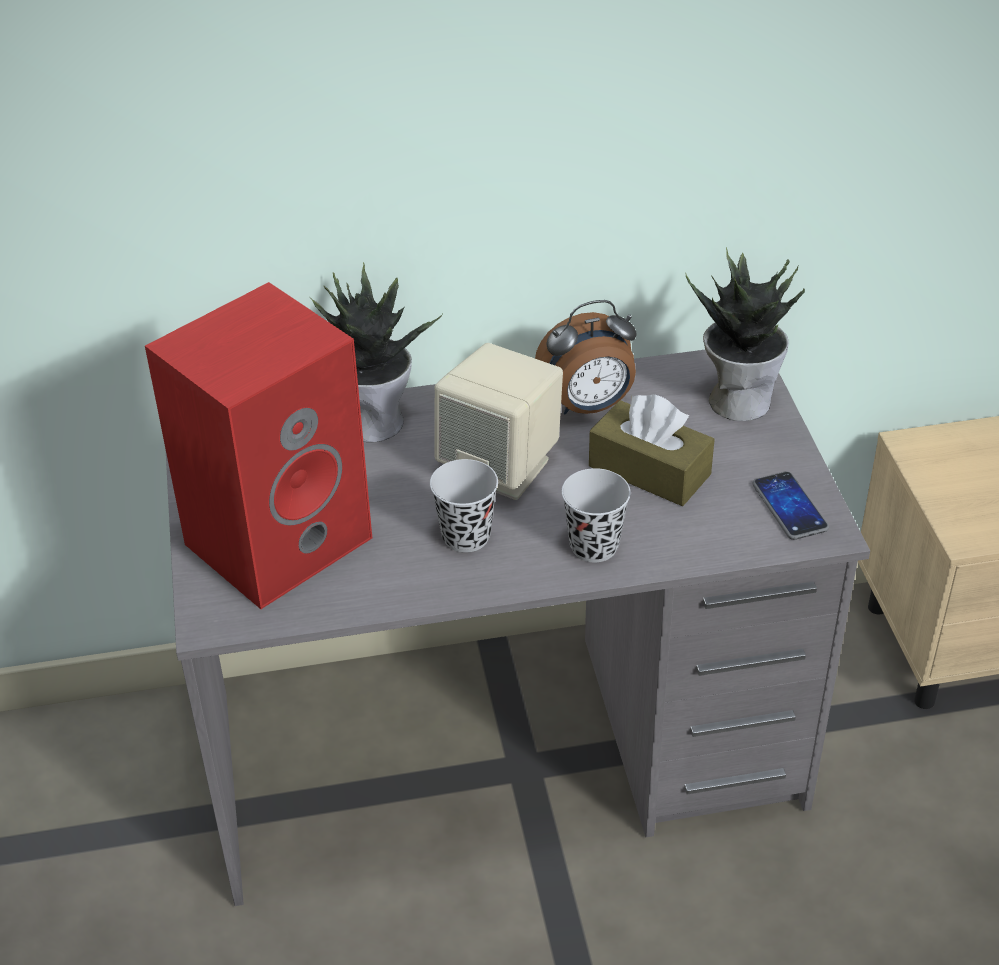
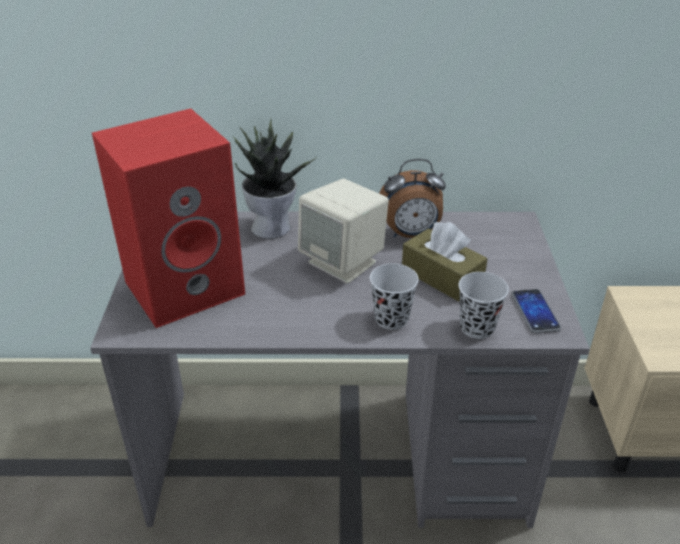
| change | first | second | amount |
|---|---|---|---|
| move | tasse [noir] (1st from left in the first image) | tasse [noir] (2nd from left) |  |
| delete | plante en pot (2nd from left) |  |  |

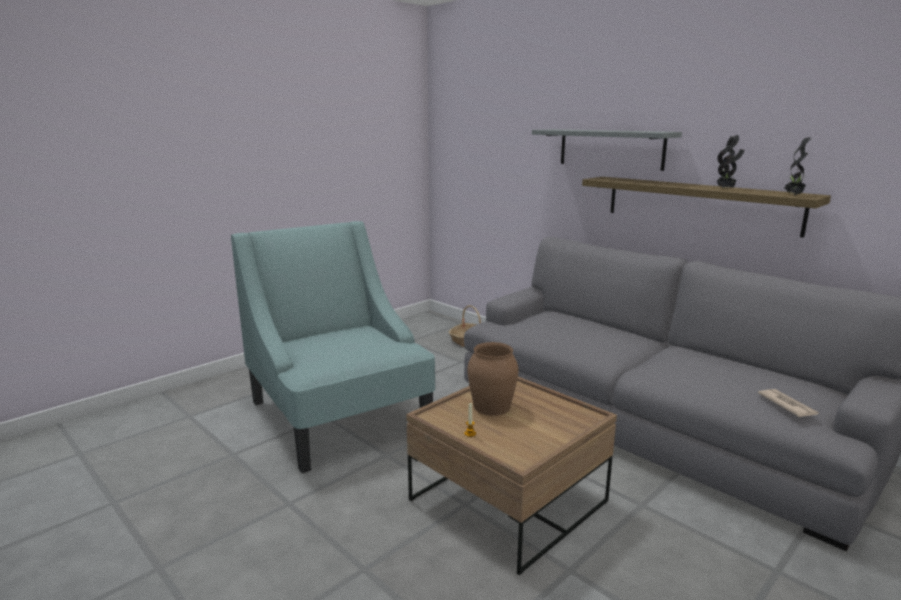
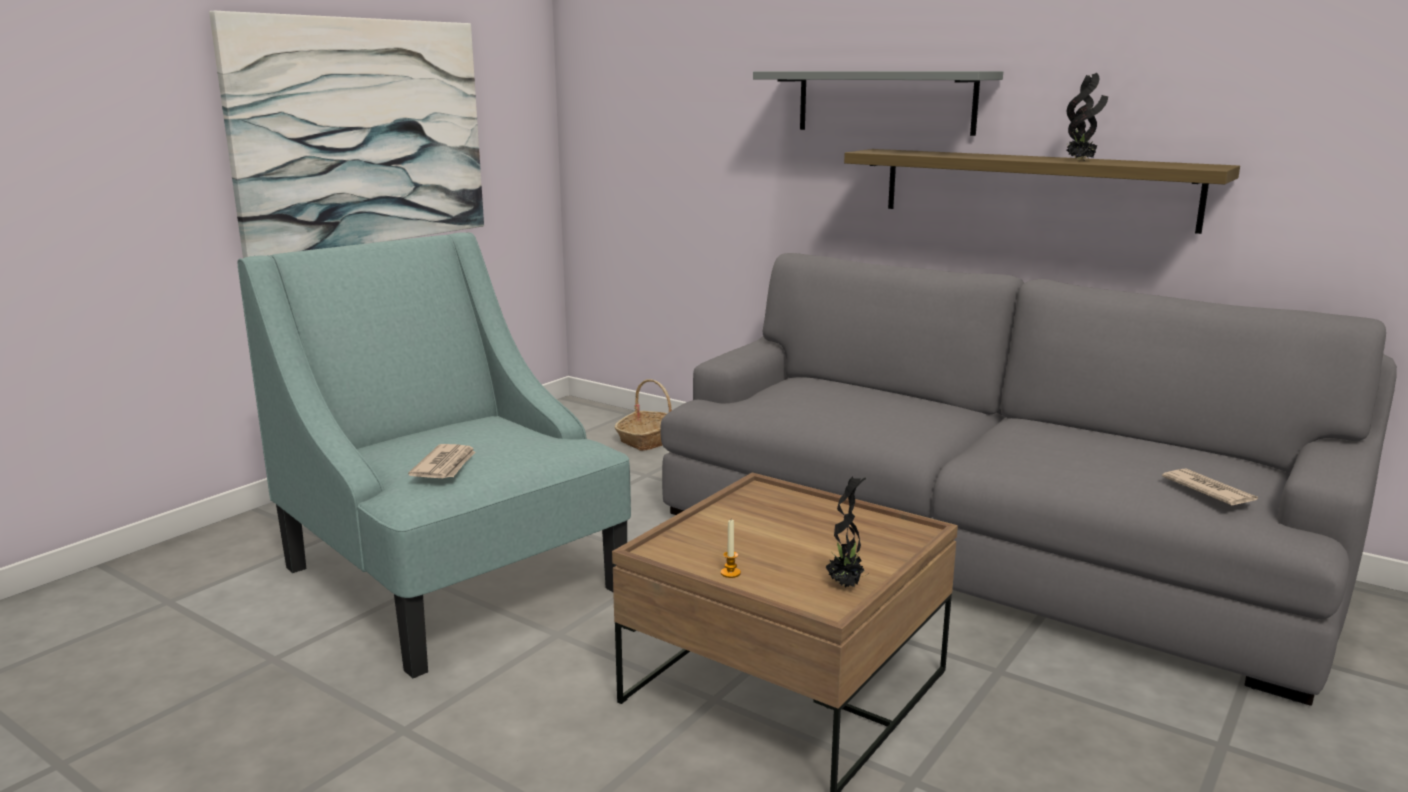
| change | first | second | amount |
|---|---|---|---|
| delete | vase [marron] |  |  |
| move | plante en pot (2nd from left in the first image) | plante en pot (1st from left) |  |
| insert |  | tableau |  |
| insert |  | journal (1st from left) |  |

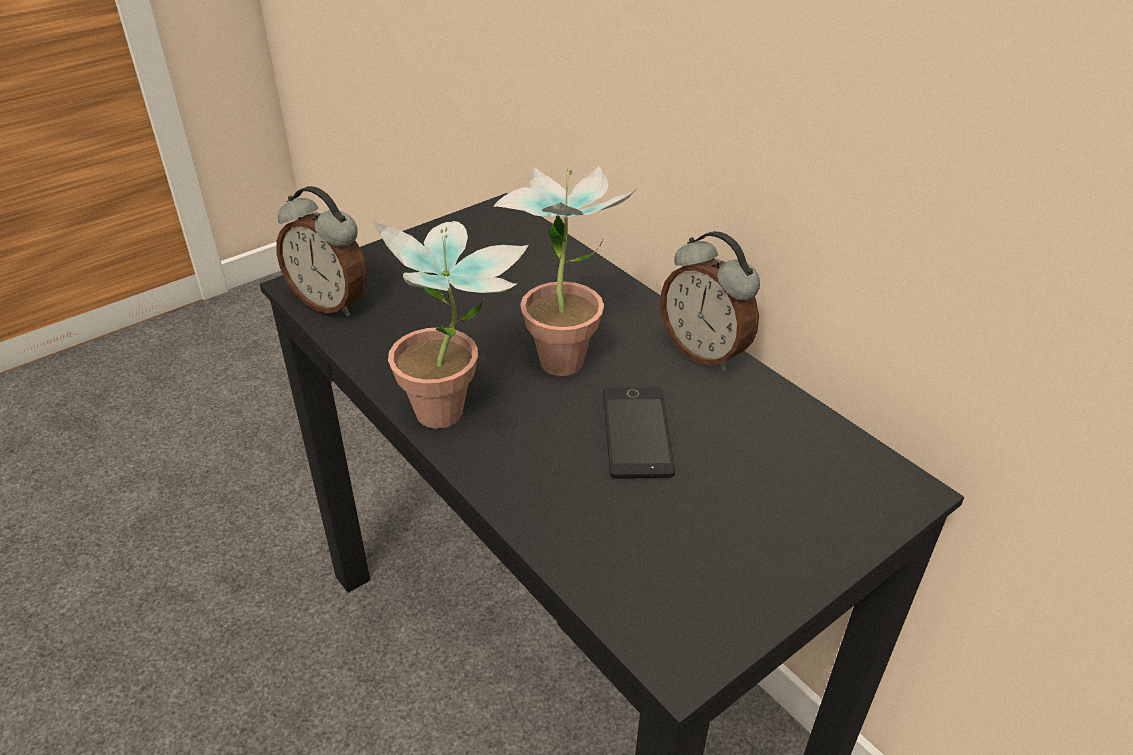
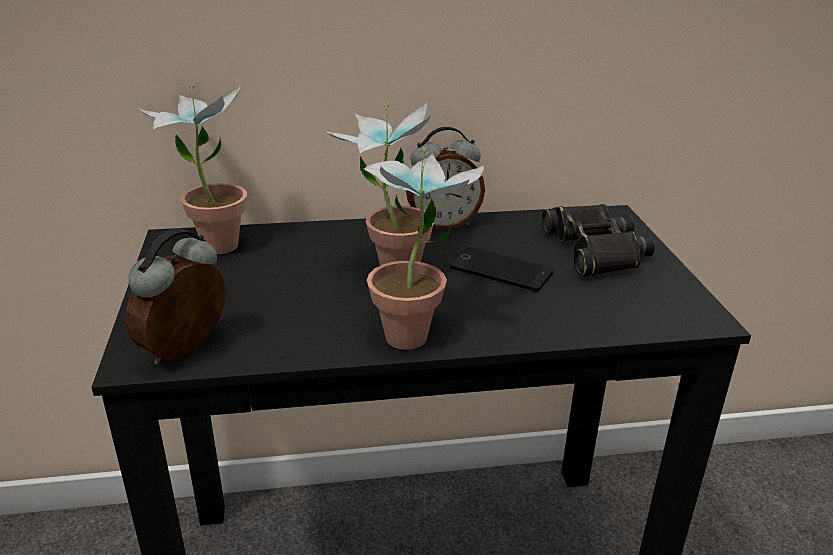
| change | first | second | amount |
|---|---|---|---|
| rotate | réveil (1st from left) |  | 150 degrees clockwise |
| insert |  | plante en pot (1st from left) |  |
| insert |  | jumelles [noir] |  |

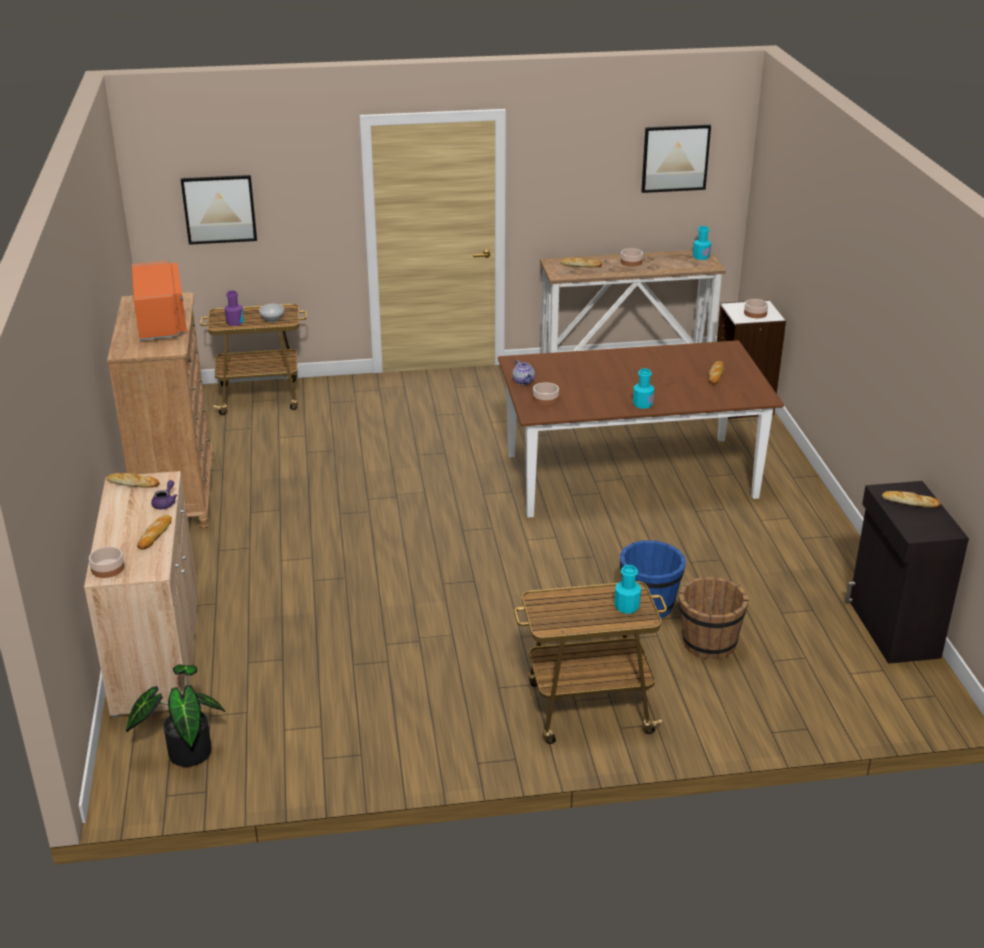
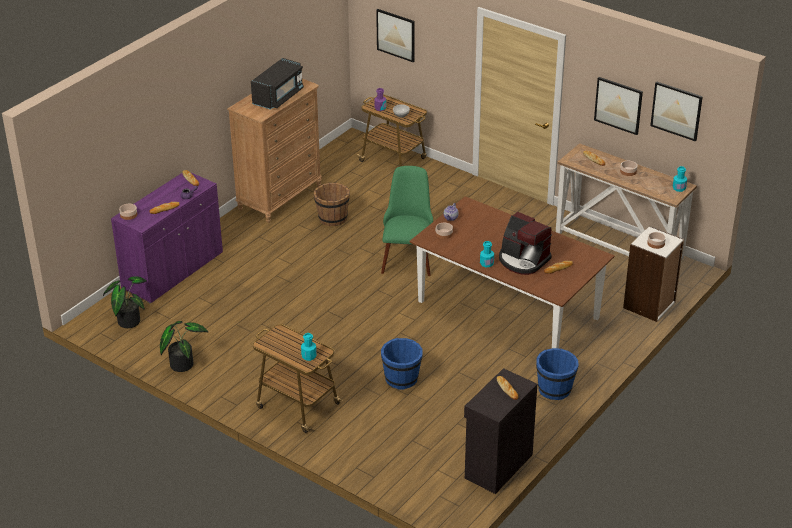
| change | first | second | amount |
|---|---|---|---|
| recolor | meuble de rangement [beige] | meuble de rangement [violet] |  |
| recolor | micro-ondes [orange] | micro-ondes [noir] |  |
| move | seau [marron] |  |  |
| insert |  | plante en pot (2nd from left) |  |
| insert |  | chaise [vert] |  |
| insert |  | machine à café |  |
| insert |  | seau [bleu] (2nd from left) |  |
| insert |  | tableau (2nd from left) |  |

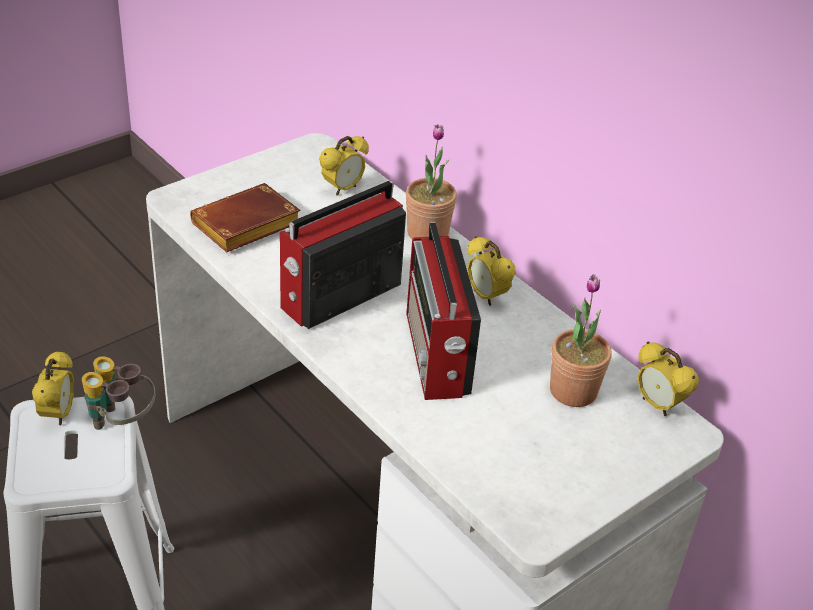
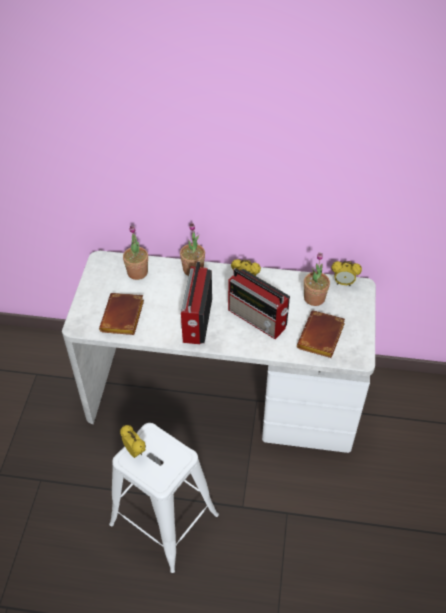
| change | first | second | amount |
|---|---|---|---|
| delete | jumelles |  |  |
| replace | réveil (2nd from left) | plante en pot (1st from left) |  |
| insert |  | livre [marron] (2nd from left) |  |

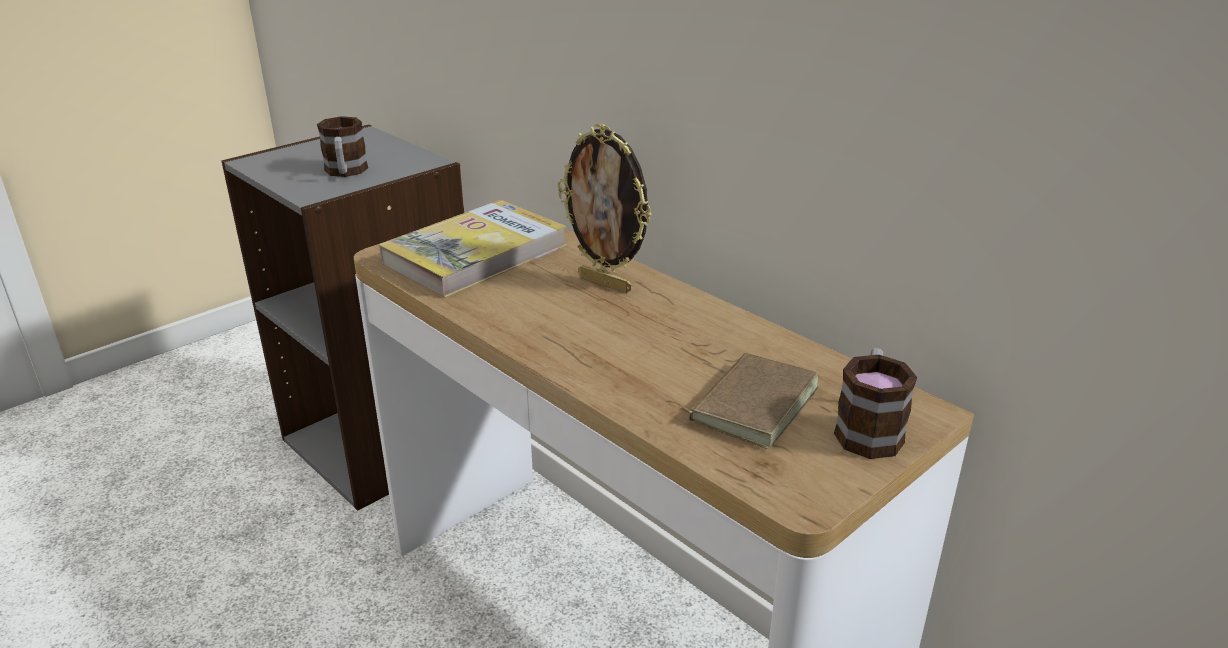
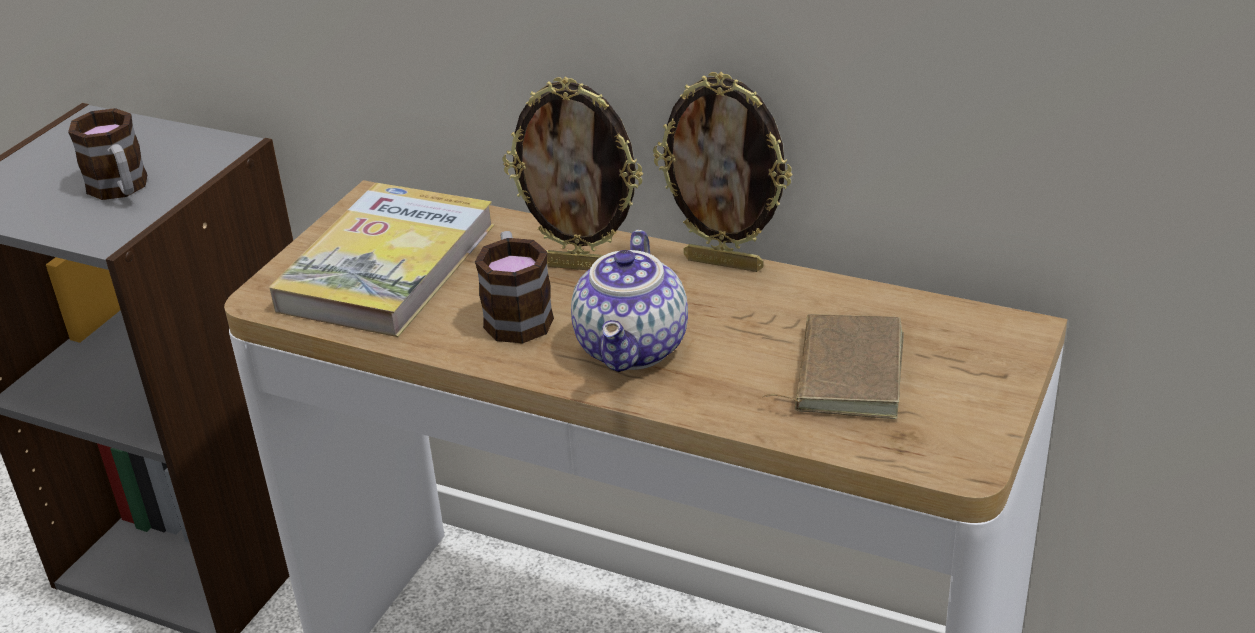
| change | first | second | amount |
|---|---|---|---|
| move | mug (2nd from left) |  |  |
| insert |  | théière |  |
| insert |  | cadre photo (2nd from left) |  |

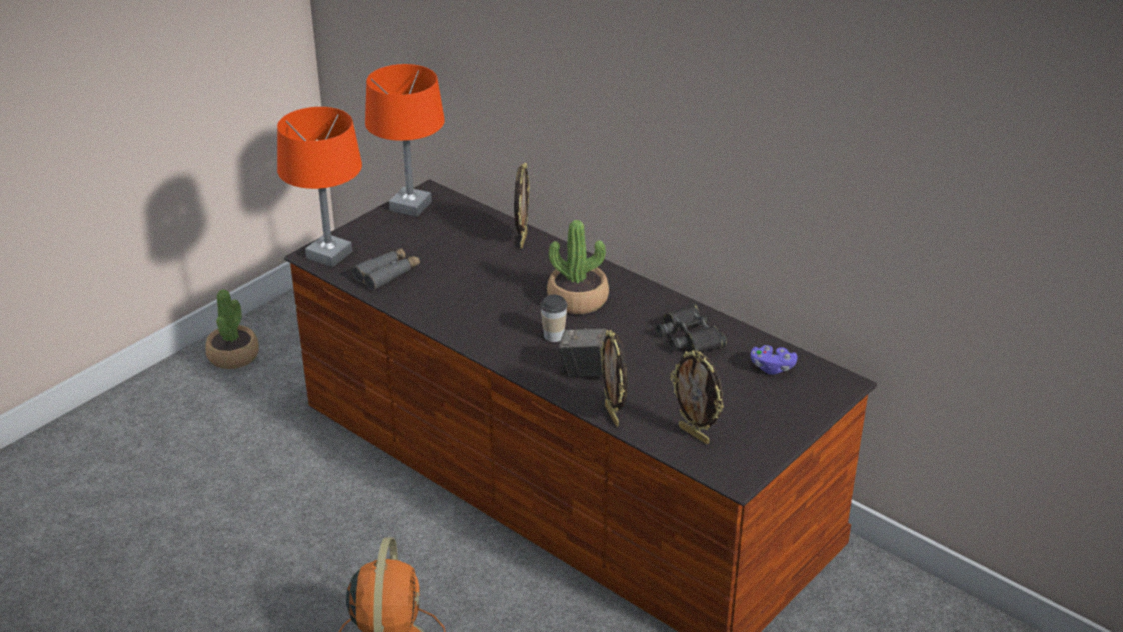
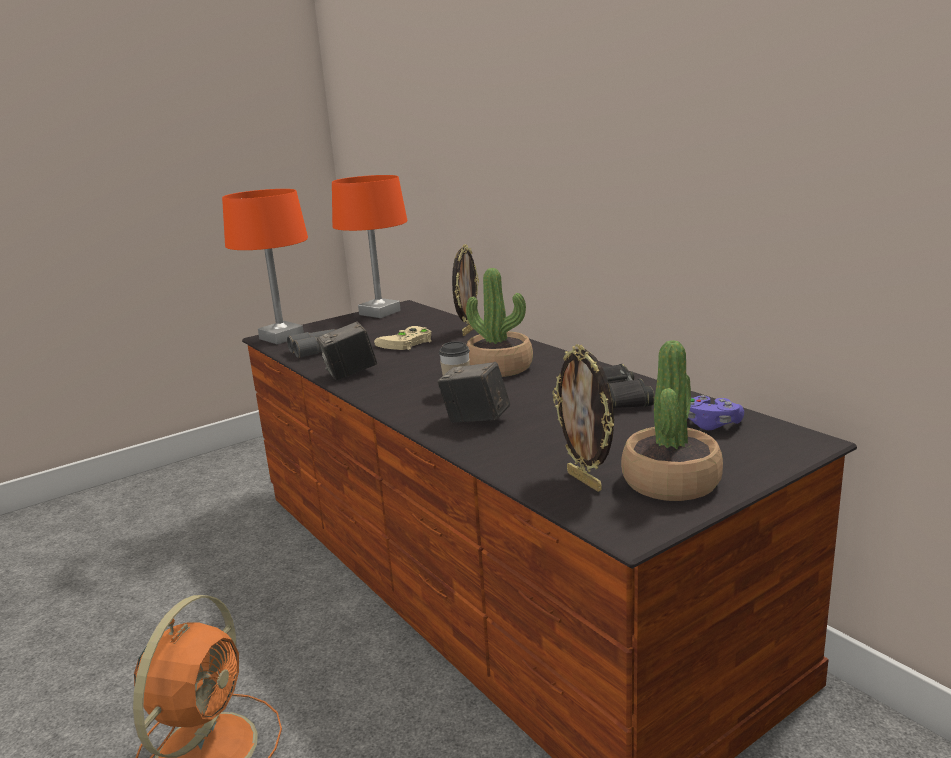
| change | first | second | amount |
|---|---|---|---|
| move | plante en pot (1st from left in the first image) | plante en pot (2nd from left) |  |
| delete | cadre photo (2nd from left) |  |  |
| insert |  | appareil photo (1st from left) |  |
| insert |  | manette [beige] |  |

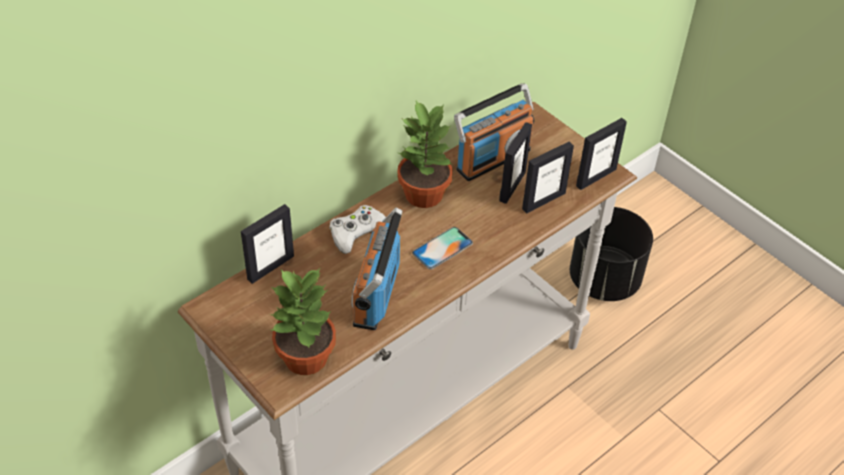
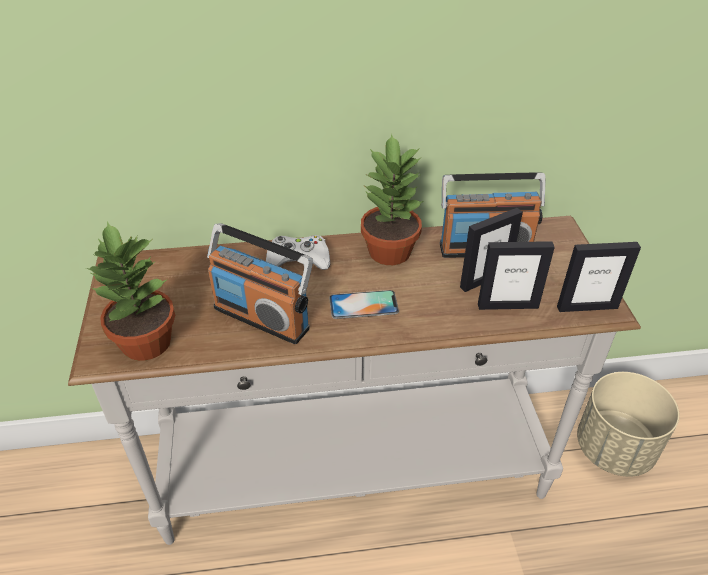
| change | first | second | amount |
|---|---|---|---|
| delete | cadre photo (1st from left) |  |  |
| rotate | radio (1st from left) |  | 105 degrees counterclockwise |
| recolor | cache-pot [noir] | cache-pot [beige] |  |

